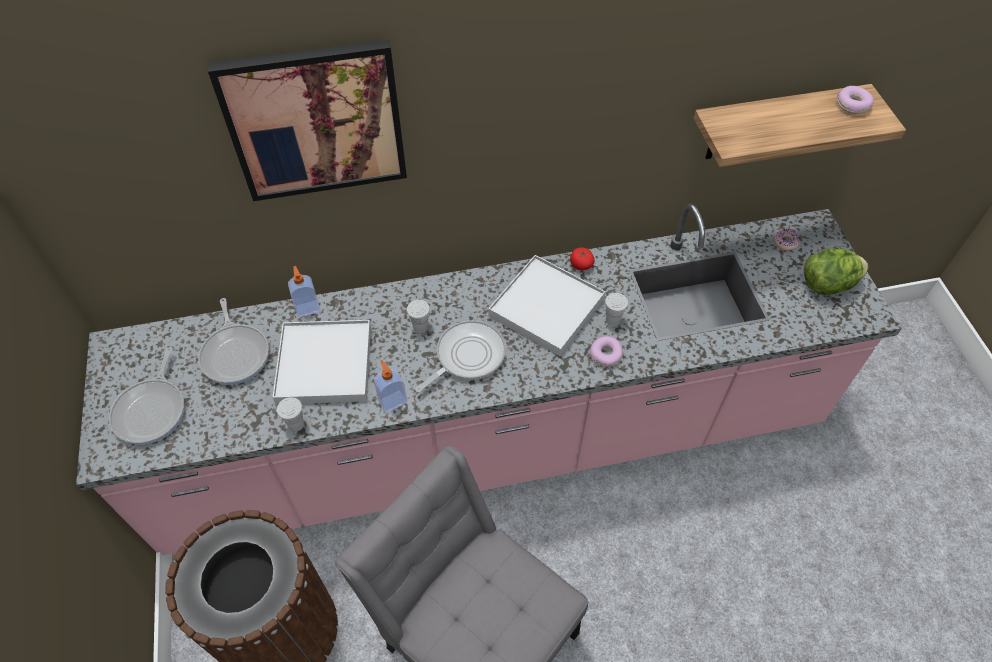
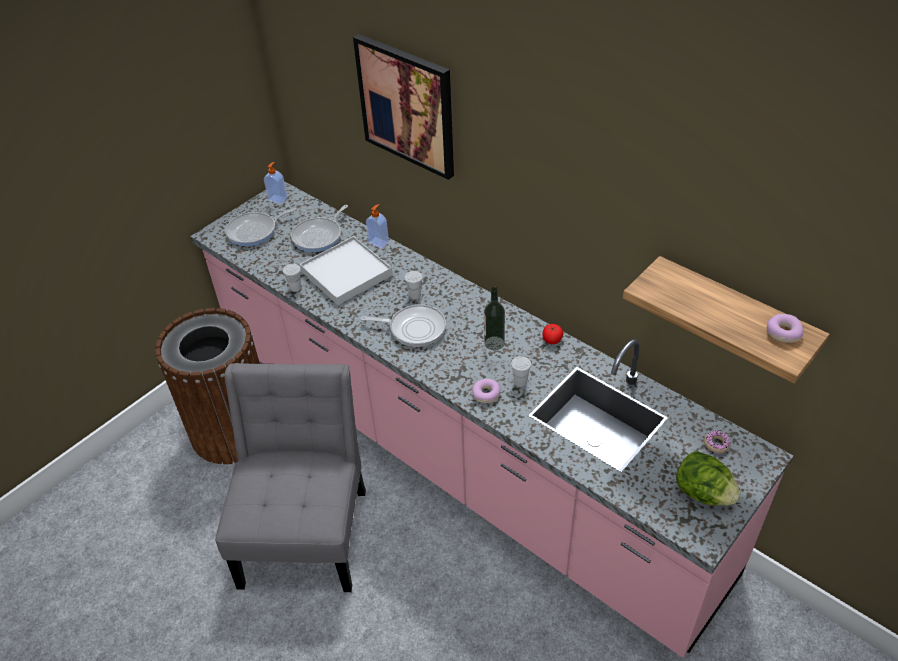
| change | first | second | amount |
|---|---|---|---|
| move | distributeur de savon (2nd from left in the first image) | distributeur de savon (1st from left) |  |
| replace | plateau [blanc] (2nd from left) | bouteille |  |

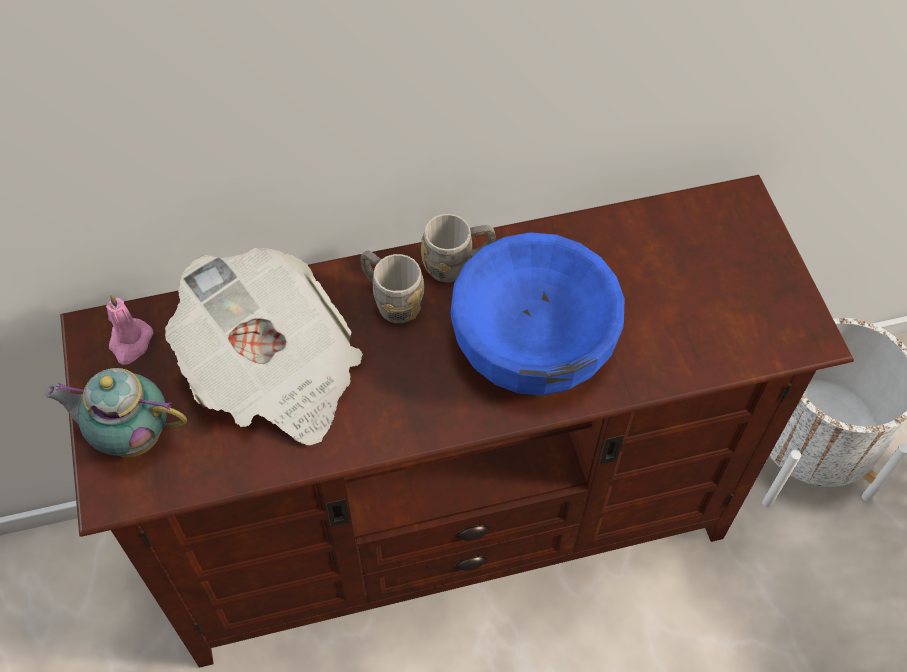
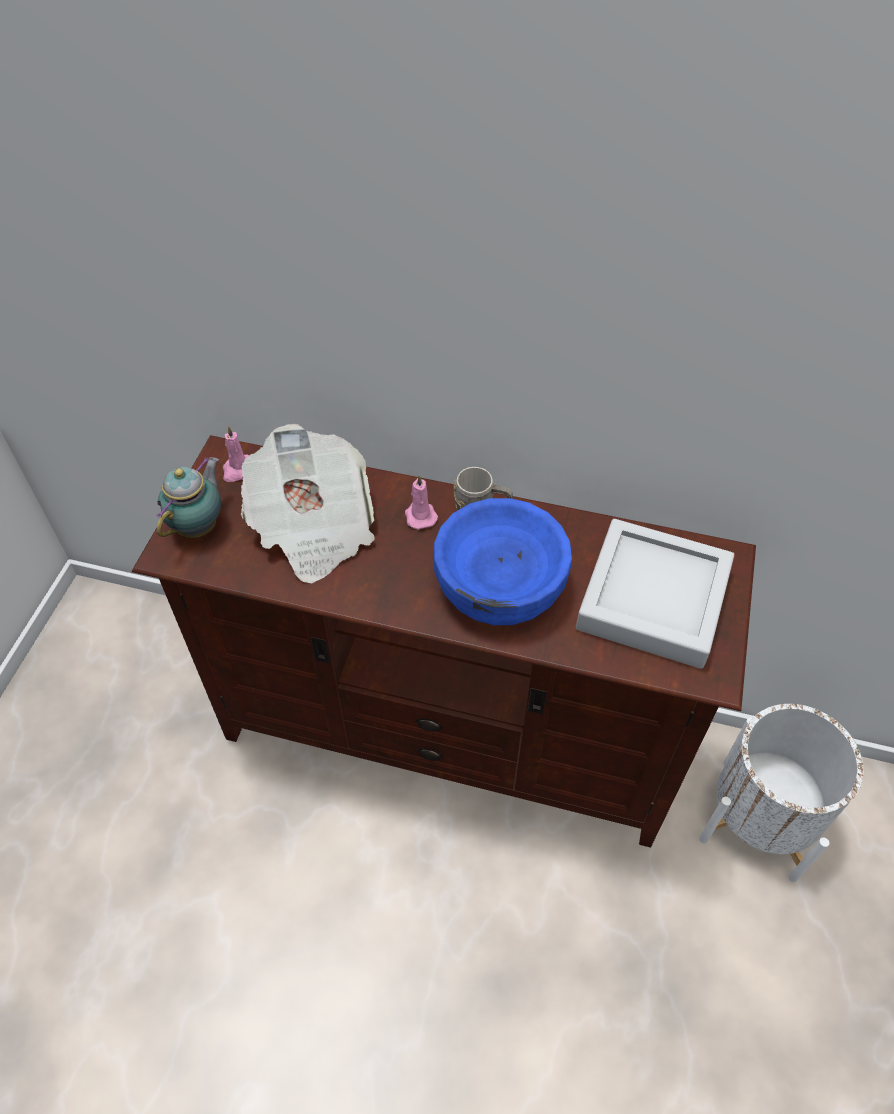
| change | first | second | amount |
|---|---|---|---|
| rotate | théière |  | 75 degrees clockwise |
| replace | mug [gris] (1st from left) | bougie [rose] (2nd from left) |  |
| insert |  | plateau [gris] |  |

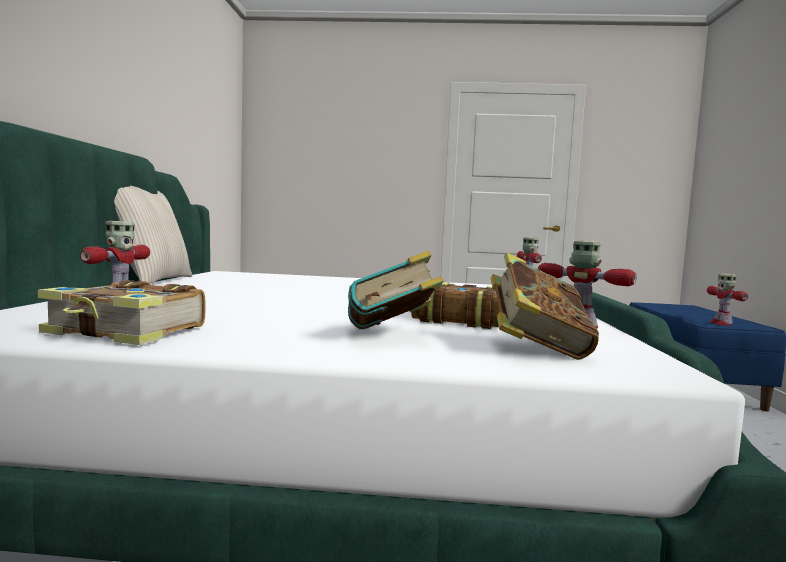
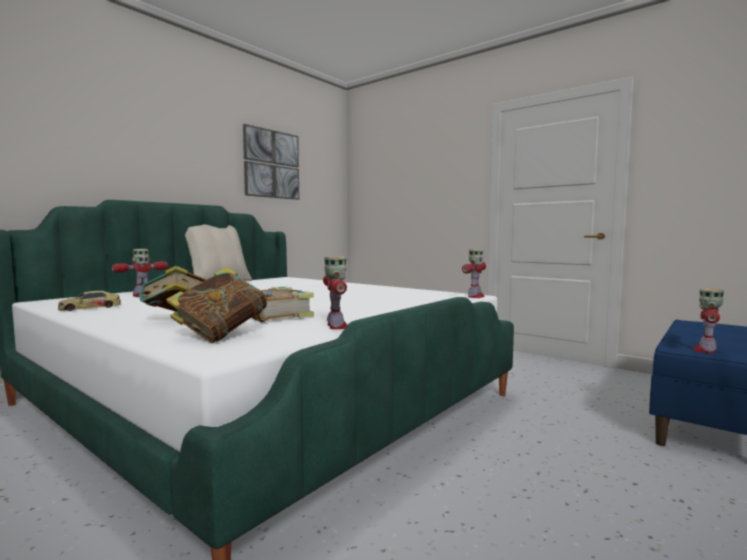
| change | first | second | amount |
|---|---|---|---|
| replace | livre (1st from left) | petite voiture |  |
| insert |  | tableau |  |

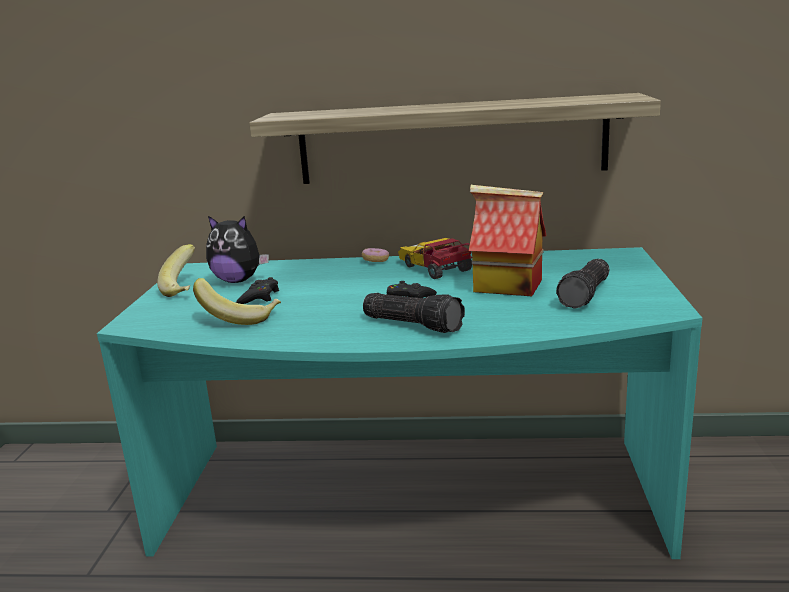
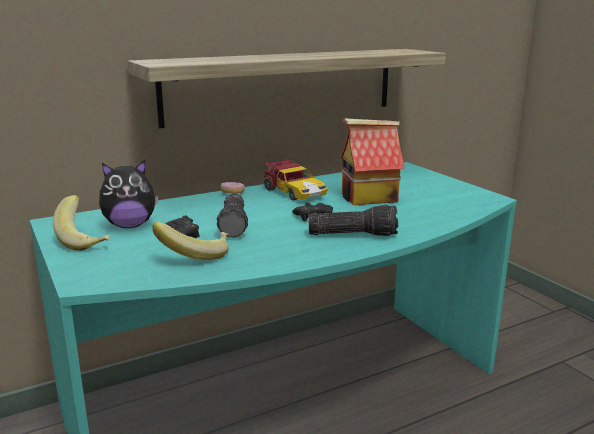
| change | first | second | amount |
|---|---|---|---|
| rotate | petite voiture |  | 150 degrees counterclockwise |
| move | lampe de poche (2nd from left in the first image) | lampe de poche (1st from left) |  |

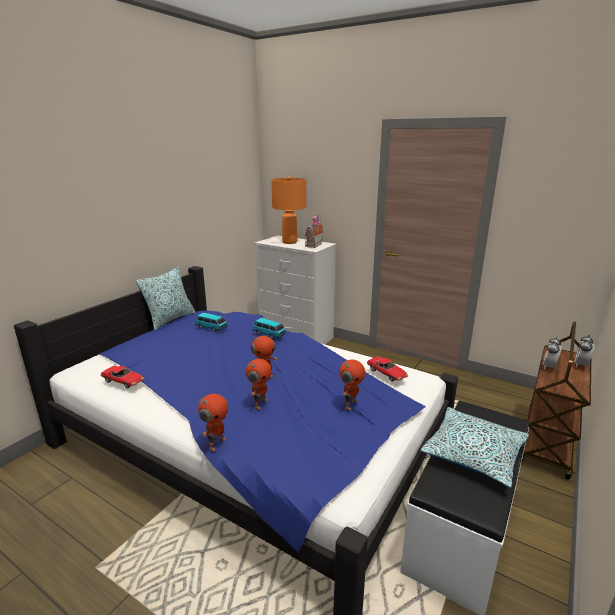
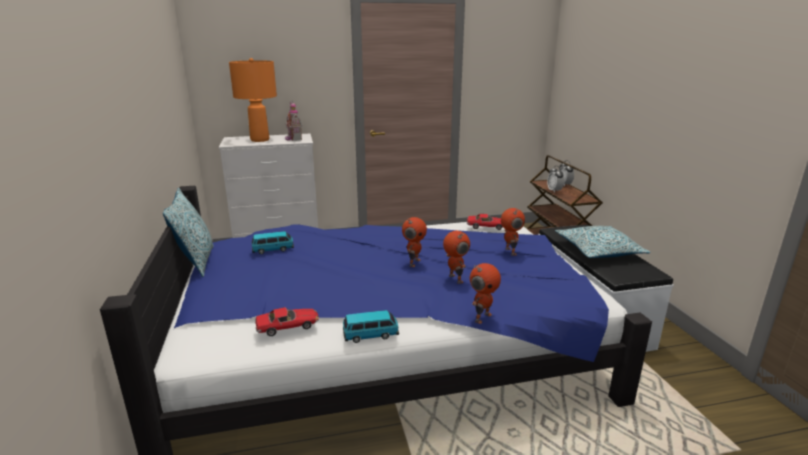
| change | first | second | amount |
|---|---|---|---|
| rotate | robot jouet (1st from left in the first image) | robot jouet (3rd from left) | 60 degrees clockwise |
| move | petite voiture (3rd from left) |  |  |

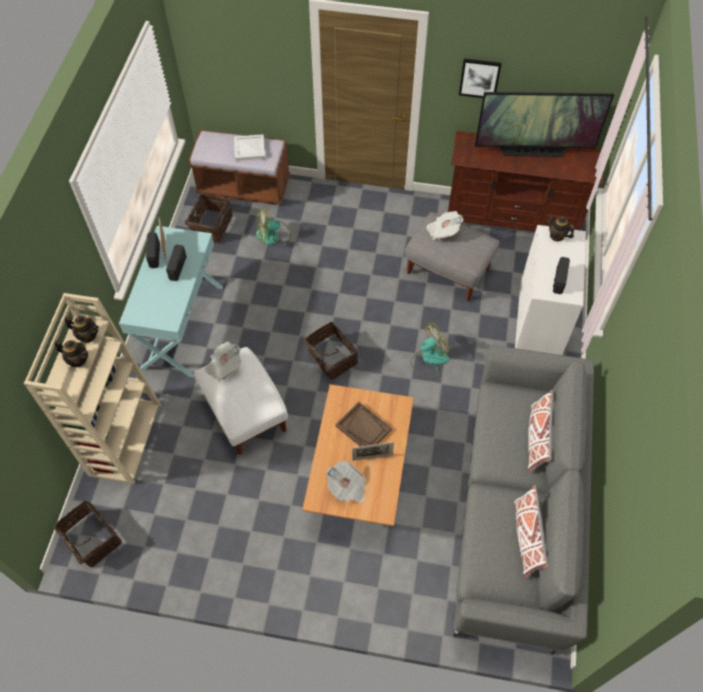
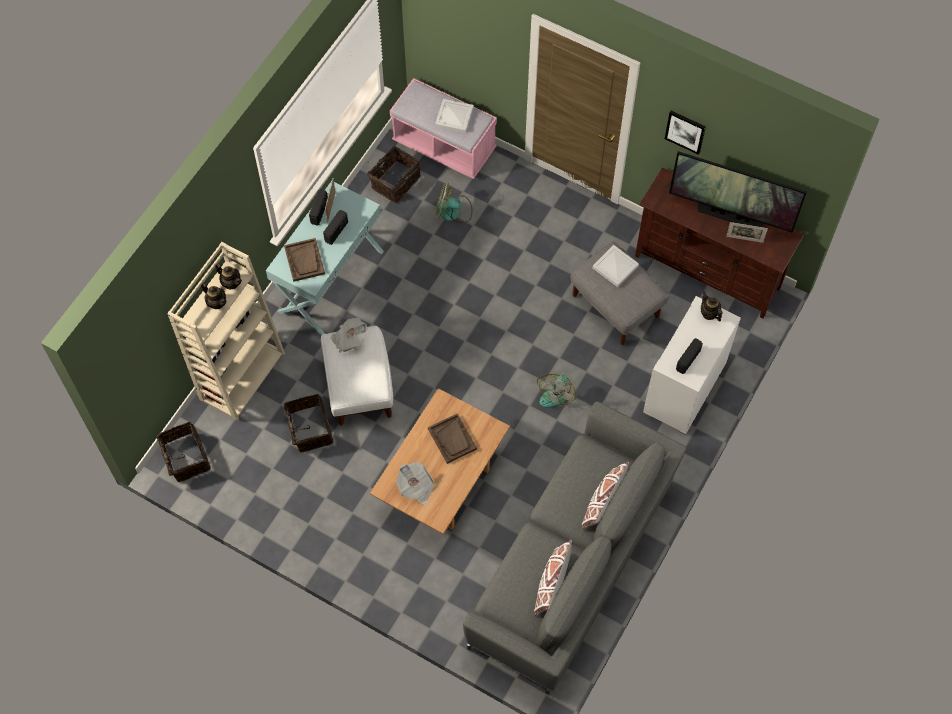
| change | first | second | amount |
|---|---|---|---|
| recolor | banc [marron] | banc [rose] |  |
| move | panier (3rd from left in the first image) | panier (2nd from left) |  |
| move | cadre photo (2nd from left) |  |  |
| rotate | ventilateur (2nd from left) |  | 120 degrees clockwise |
| replace | journal (3rd from left) | plateau [blanc] (2nd from left) |  |
| insert |  | plateau [marron] (1st from left) |  |

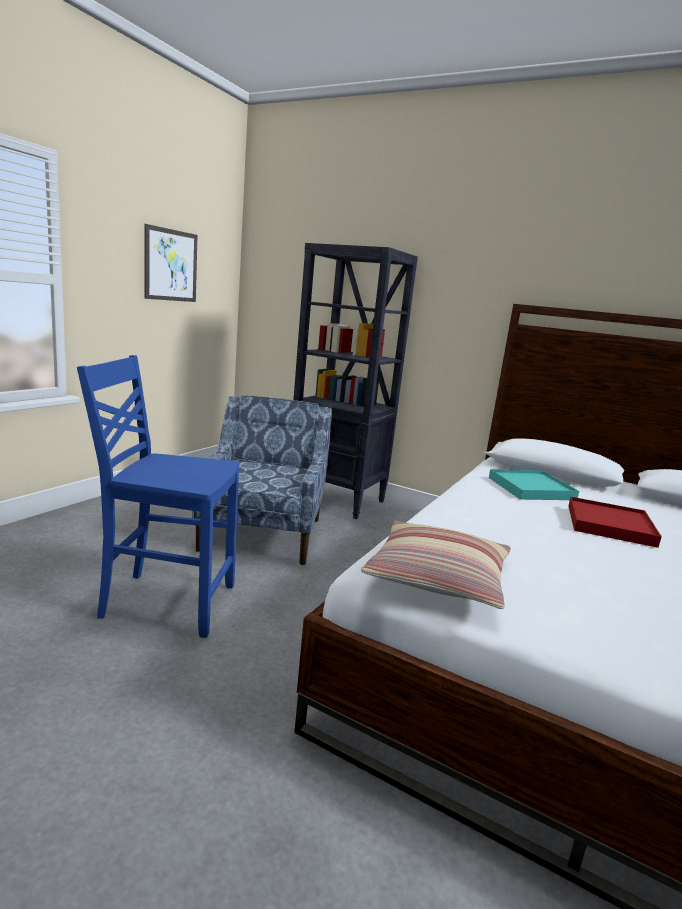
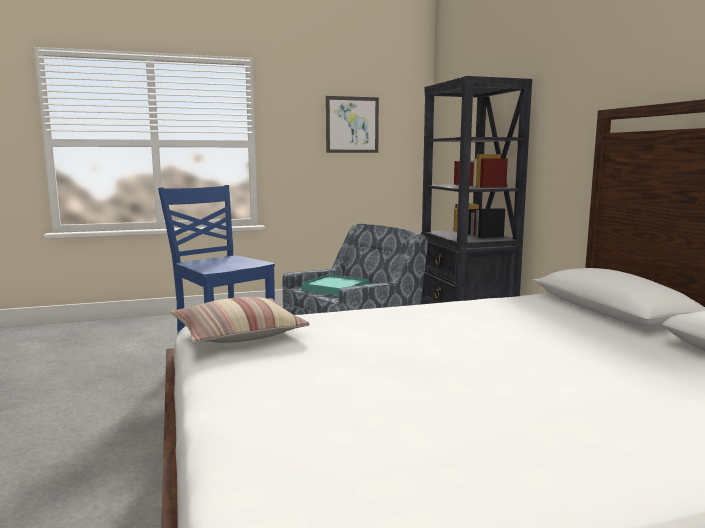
| change | first | second | amount |
|---|---|---|---|
| move | plateau [turquoise] |  |  |
| delete | plateau [rouge] |  |  |

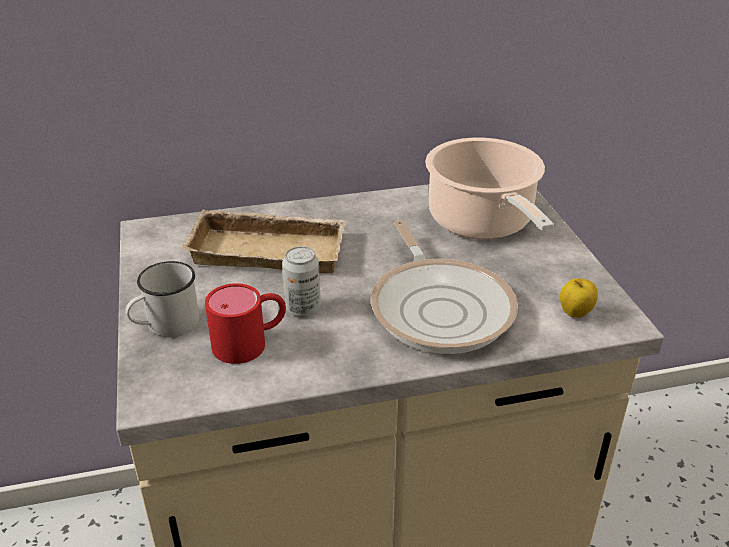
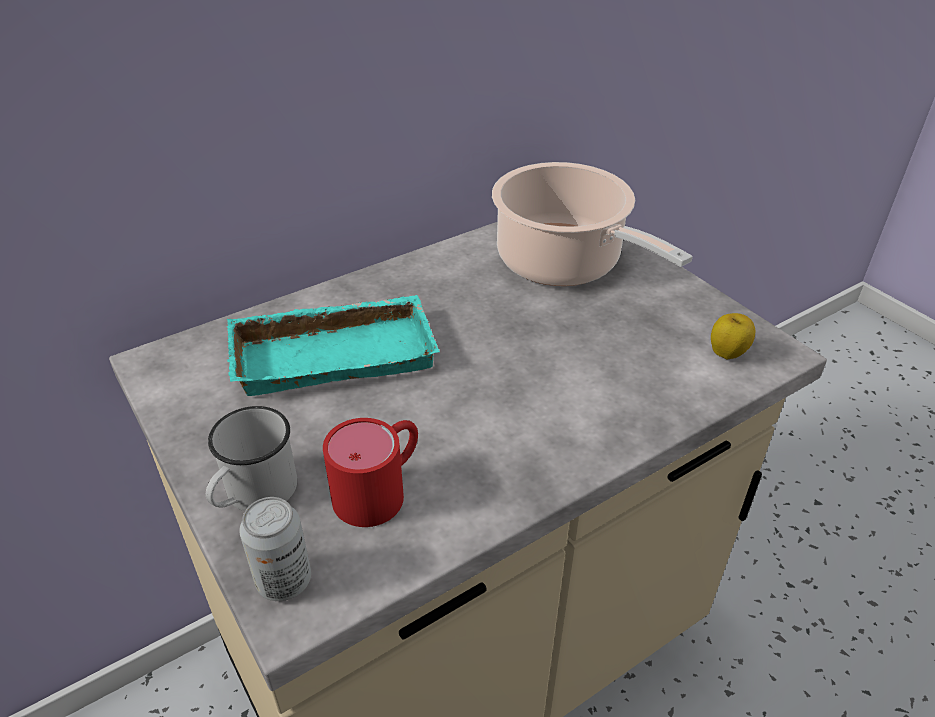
| change | first | second | amount |
|---|---|---|---|
| recolor | plateau [beige] | plateau [turquoise] |  |
| move | boîte métallique |  |  |
| delete | poêle |  |  |

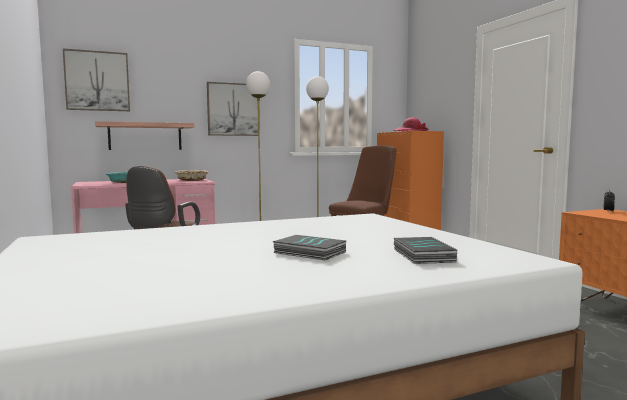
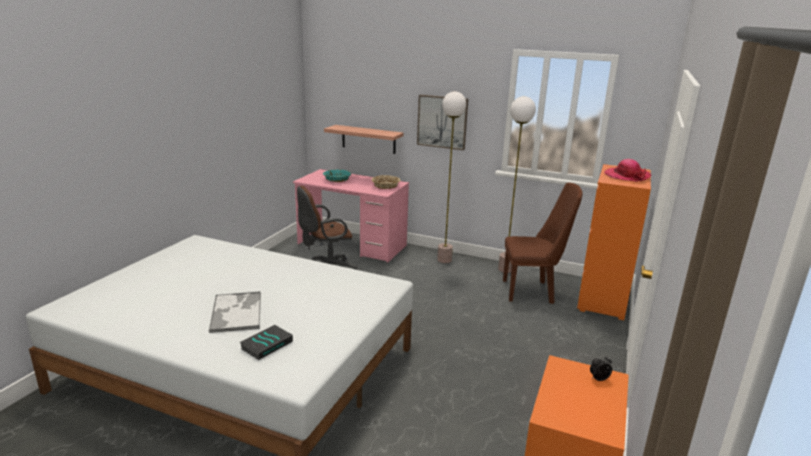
| change | first | second | amount |
|---|---|---|---|
| delete | tableau (1st from left) |  |  |
| replace | livre (1st from left) | plateau |  |

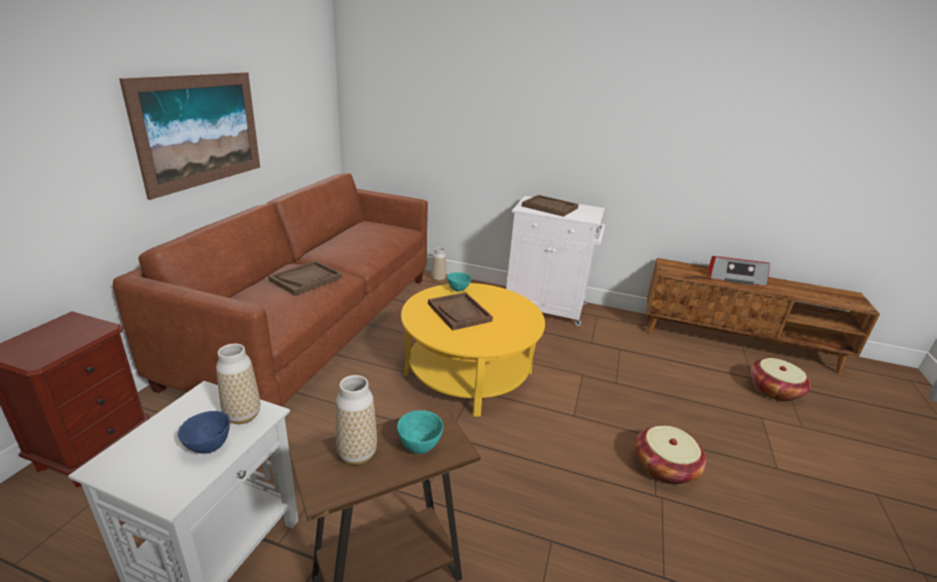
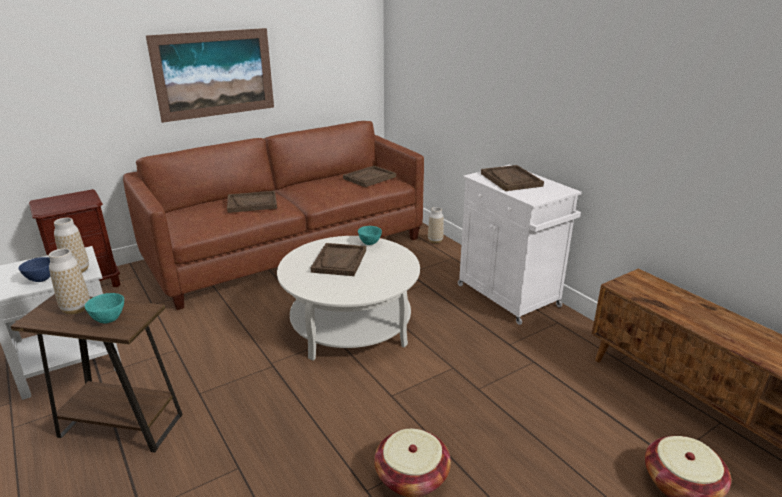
| change | first | second | amount |
|---|---|---|---|
| recolor | table basse [jaune] | table basse [blanc] |  |
| delete | radio |  |  |
| insert |  | plateau [marron] (3rd from left) |  |

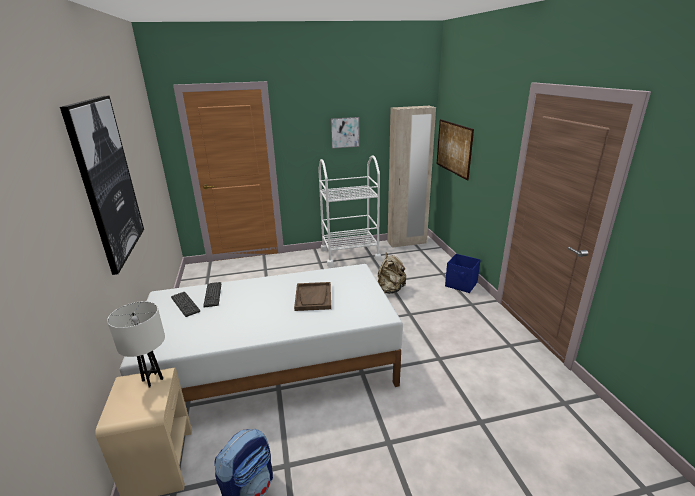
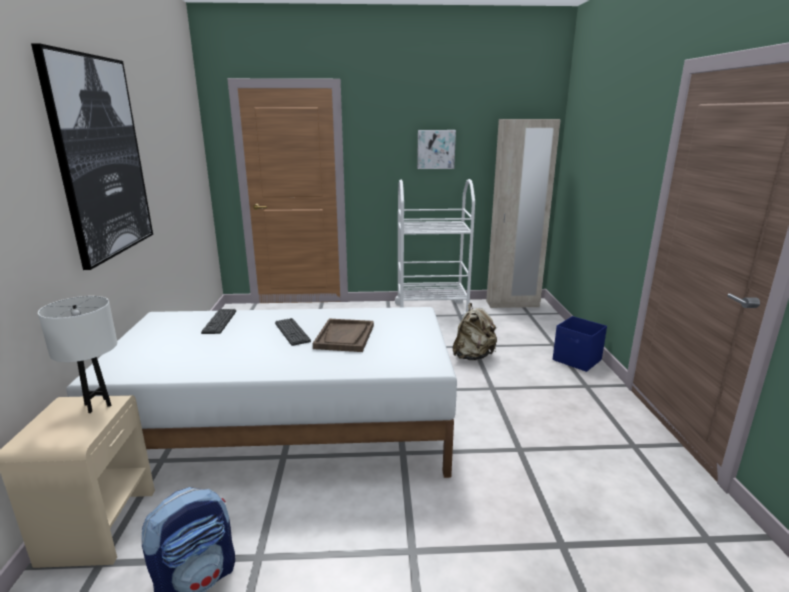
| change | first | second | amount |
|---|---|---|---|
| move | clavier (1st from left in the first image) | clavier (2nd from left) |  |
| delete | tableau (3rd from left) |  |  |

